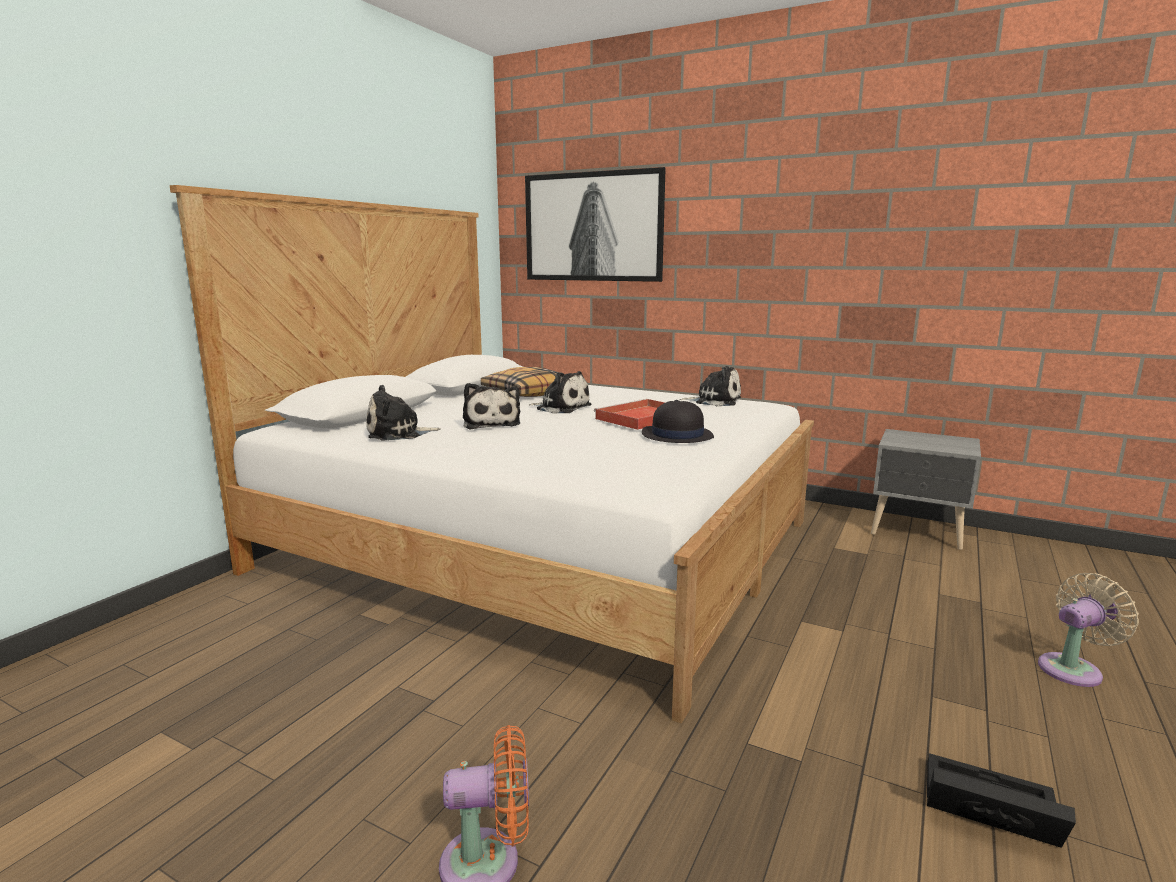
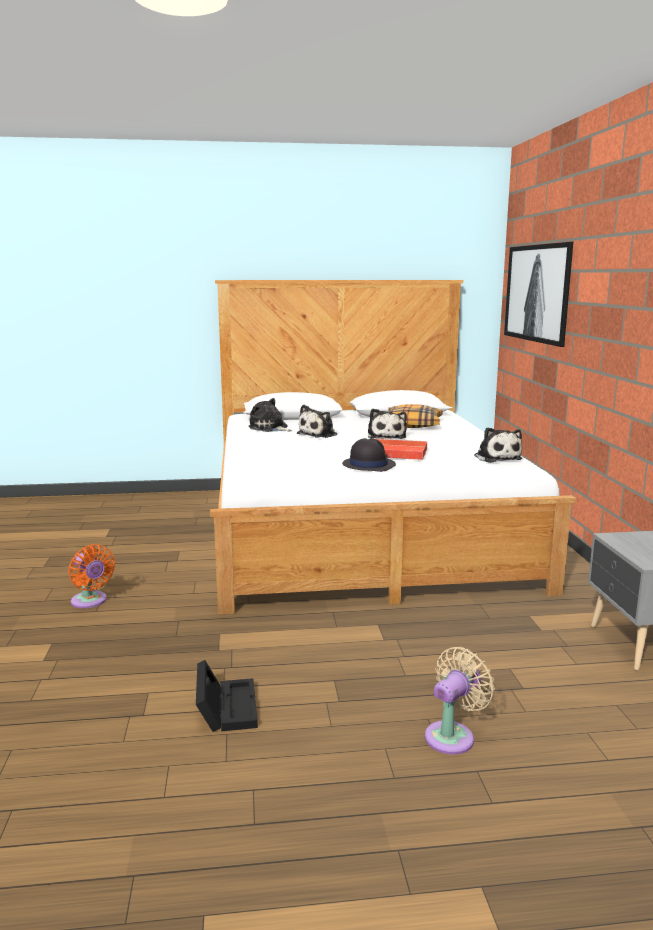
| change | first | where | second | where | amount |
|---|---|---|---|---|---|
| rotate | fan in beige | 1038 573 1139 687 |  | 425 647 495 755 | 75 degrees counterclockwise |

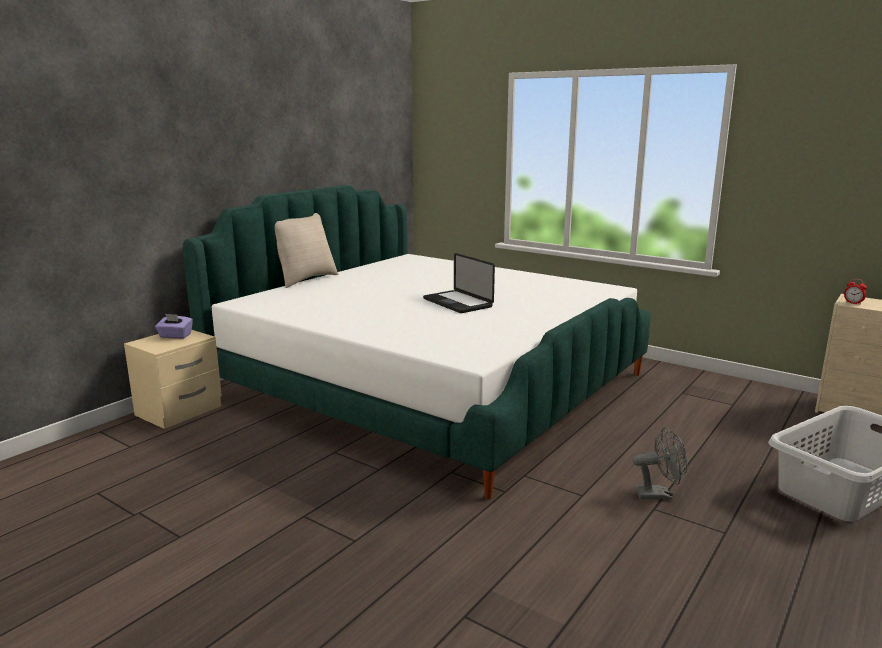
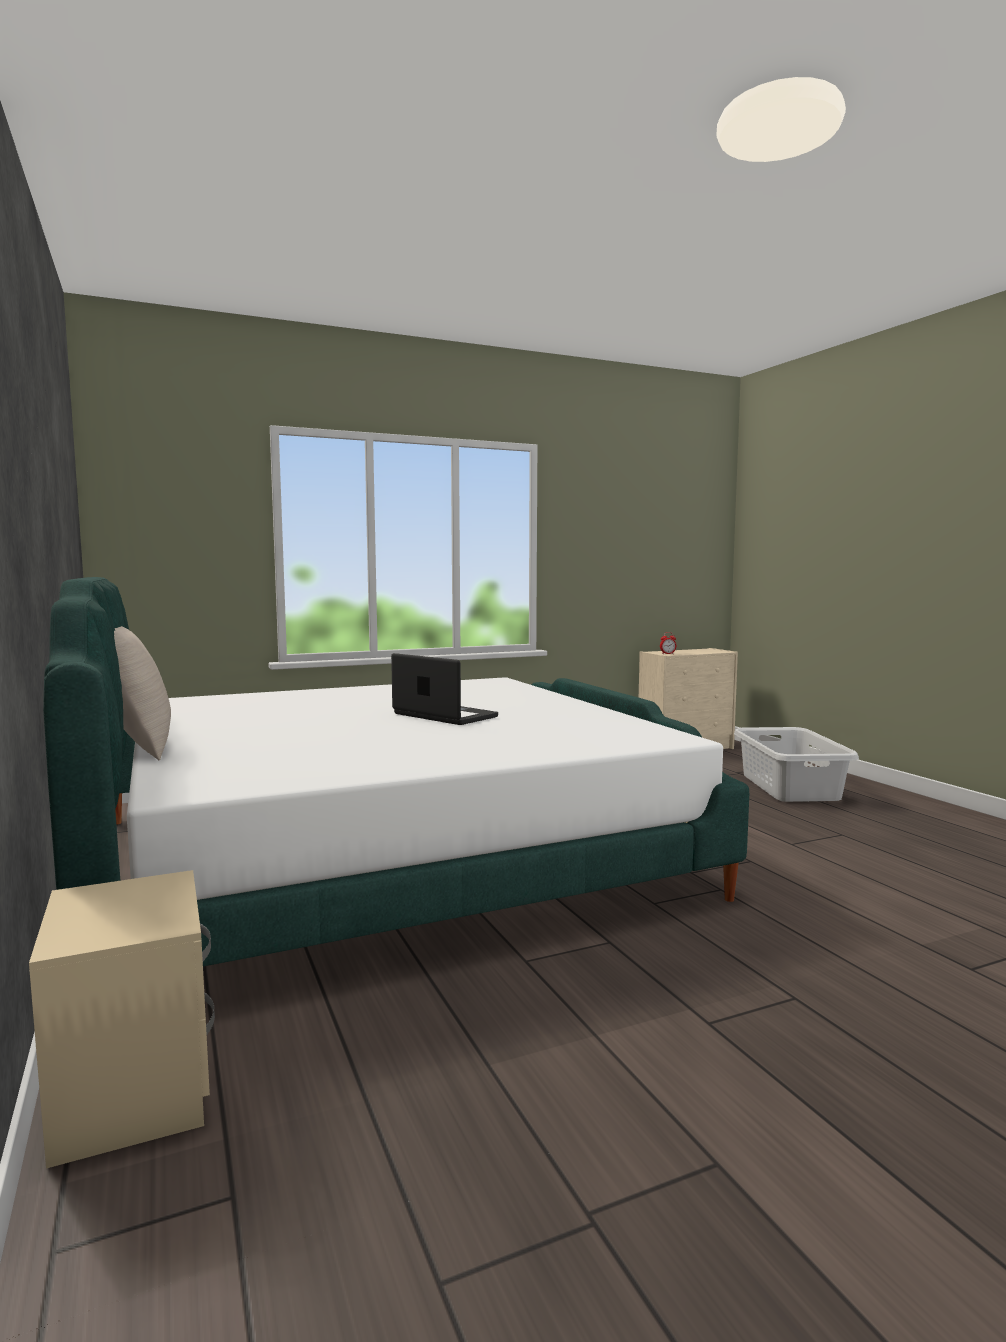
| change | first | where | second | where | amount |
|---|---|---|---|---|---|
| rotate | laptop | 423 253 495 313 |  | 391 653 498 725 | 135 degrees counterclockwise |
| delete | tissue box in purple | 155 314 193 339 |  |  |  |
| delete | fan in grey | 633 427 687 499 |  |  |  |

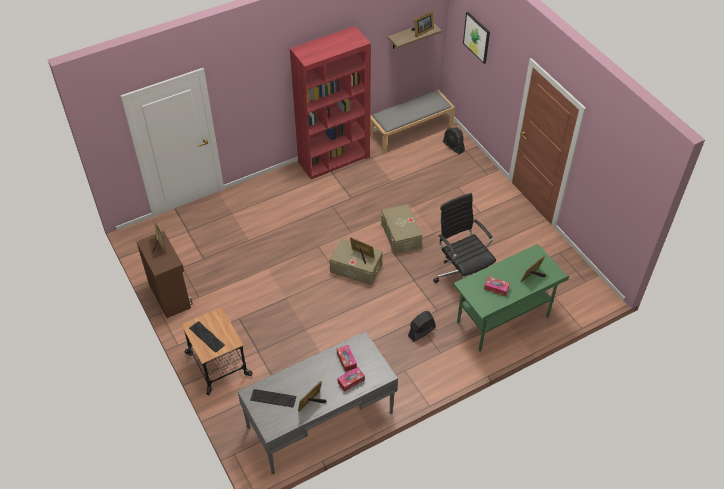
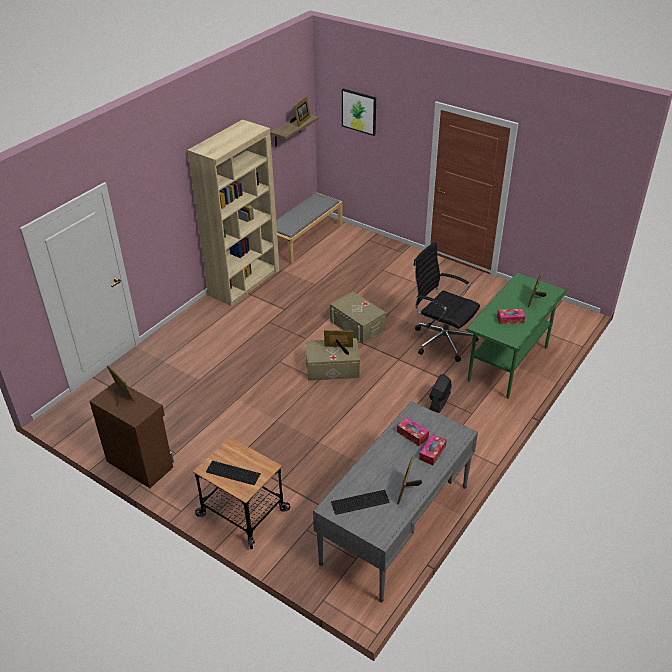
| change | first | where | second | where | amount |
|---|---|---|---|---|---|
| recolor | bookcase in red | 290 26 371 180 | bookcase in beige | 187 119 280 306 |  |
| delete | fan in black | 443 127 465 154 |  |  |  |

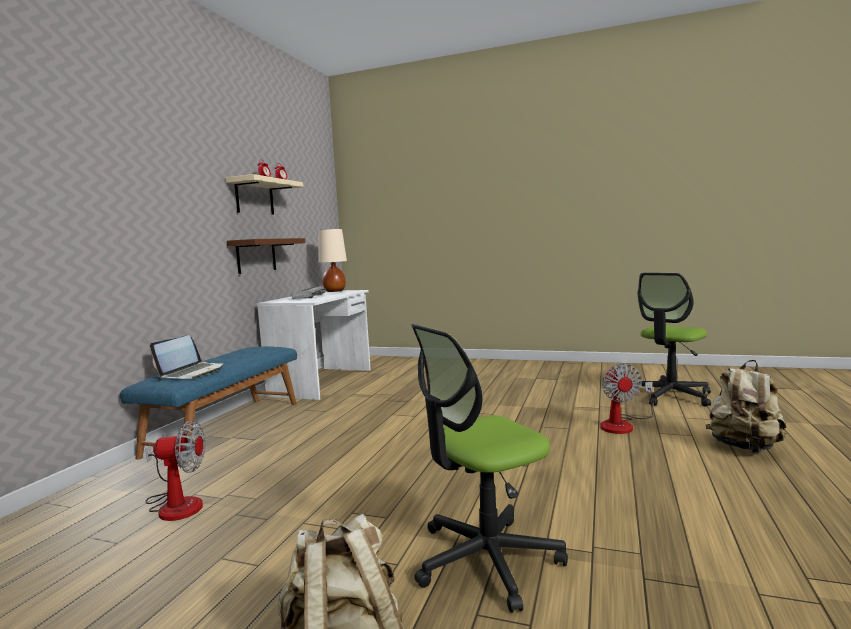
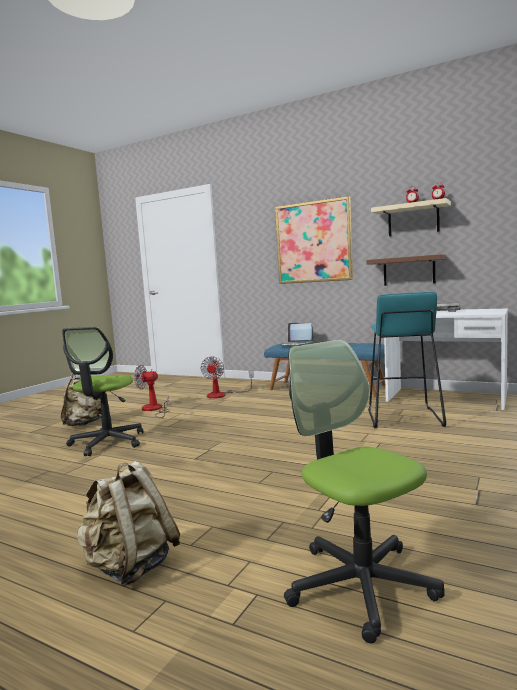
| change | first | where | second | where | amount |
|---|---|---|---|---|---|
| rotate | office chair | 411 324 568 613 |  | 62 327 143 456 | 150 degrees counterclockwise |
| move | fan | 600 363 653 434 |  | 134 365 170 418 |  |
| insert |  |  | picture | 275 196 353 284 |  |
| insert |  |  | stool in turquoise | 368 292 446 428 |  |
| delete | table lamp in beige | 318 229 347 292 |  |  |  |

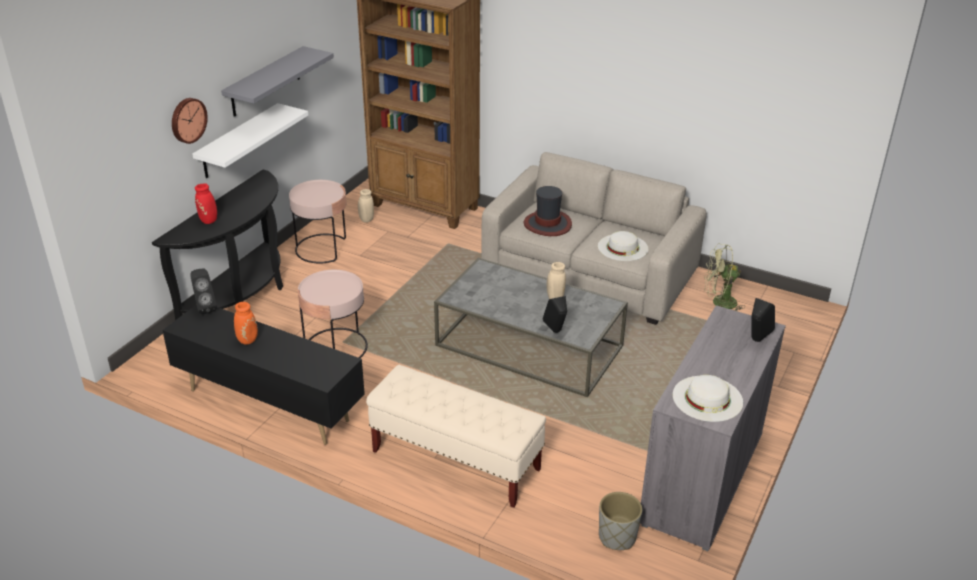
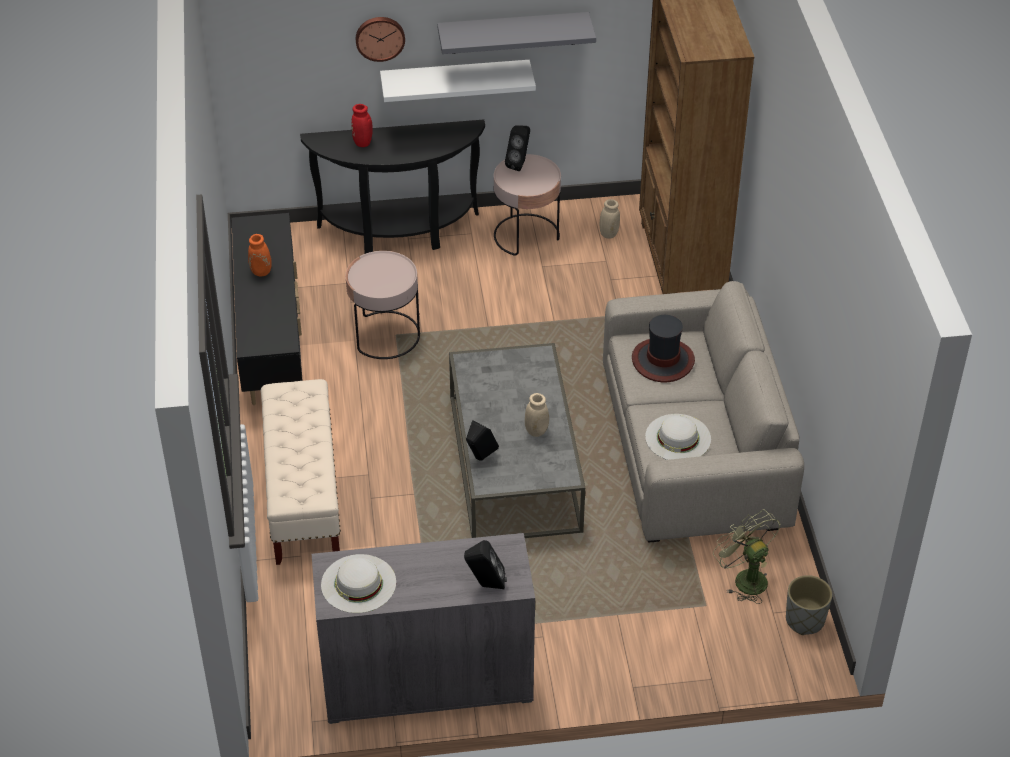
| change | first | where | second | where | amount |
|---|---|---|---|---|---|
| move | speaker in black | 191 268 217 314 |  | 505 125 530 171 |  |
| move | planter in grey | 599 492 642 550 |  | 786 575 832 635 |  |

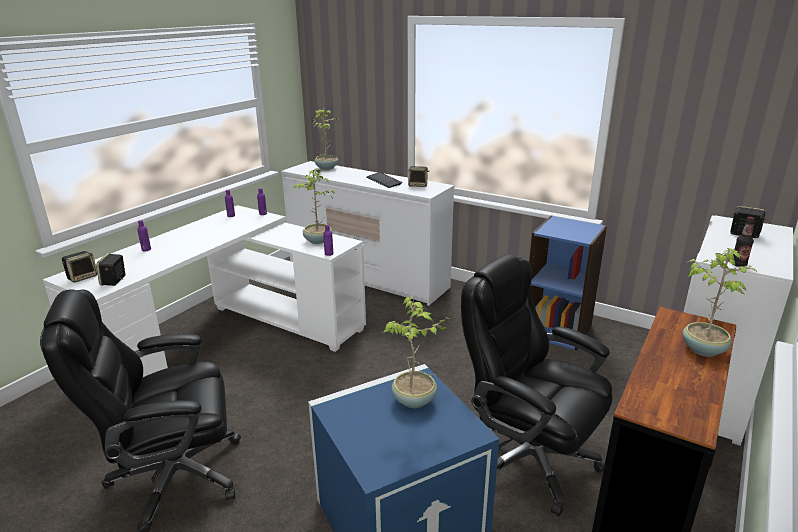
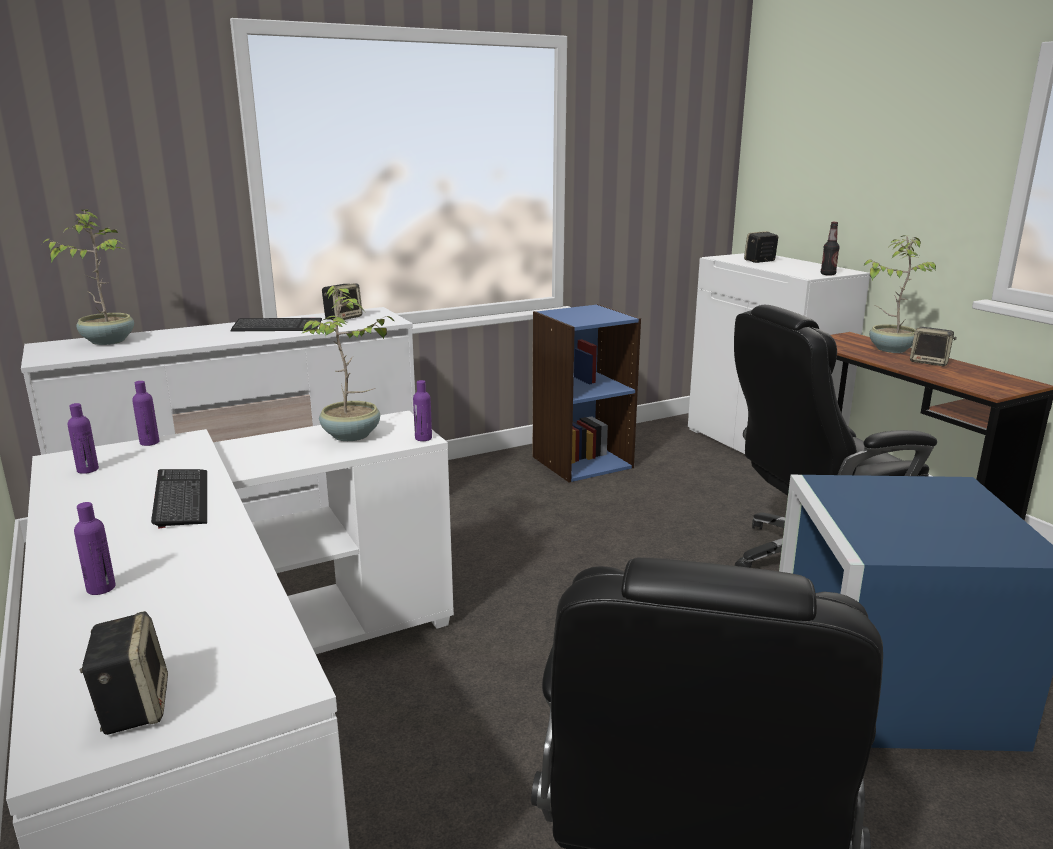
| change | first | where | second | where | amount |
|---|---|---|---|---|---|
| insert |  |  | keyboard | 151 469 207 529 |  |
| move | speaker | 96 253 126 286 |  | 910 327 957 366 |  |
| delete | potted plant | 383 296 450 408 |  |  |  |

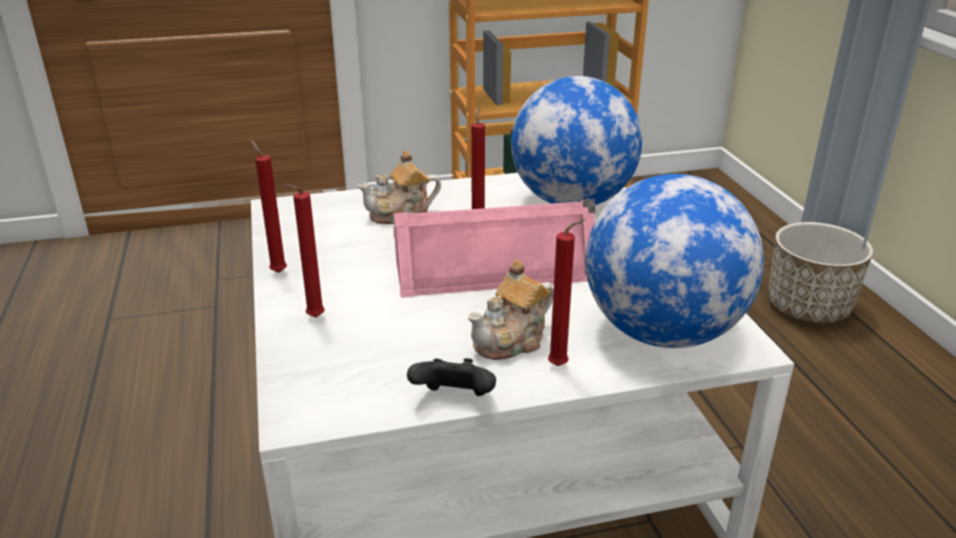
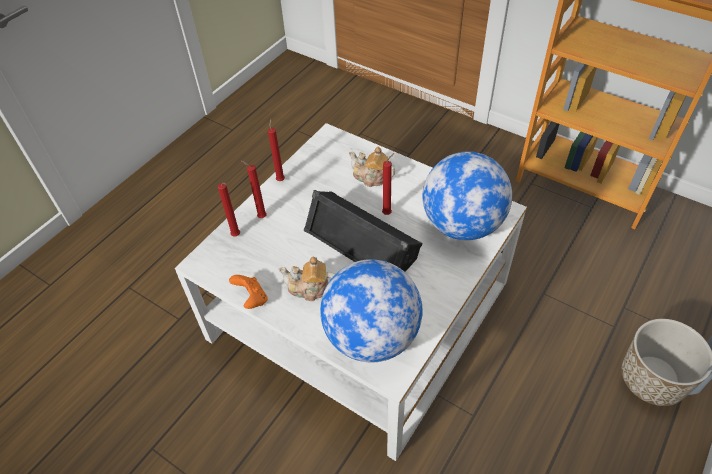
| change | first | where | second | where | amount |
|---|---|---|---|---|---|
| move | candle in red | 548 219 586 366 |  | 218 182 240 236 |  |
| recolor | game controller in black | 407 358 496 396 | game controller in orange | 229 275 268 309 |  |
| recolor | speaker in pink | 393 199 596 298 | speaker in black | 304 190 422 272 |  |

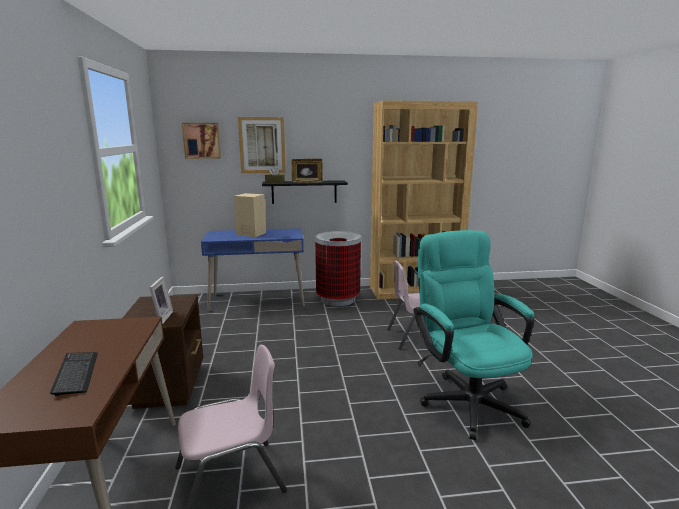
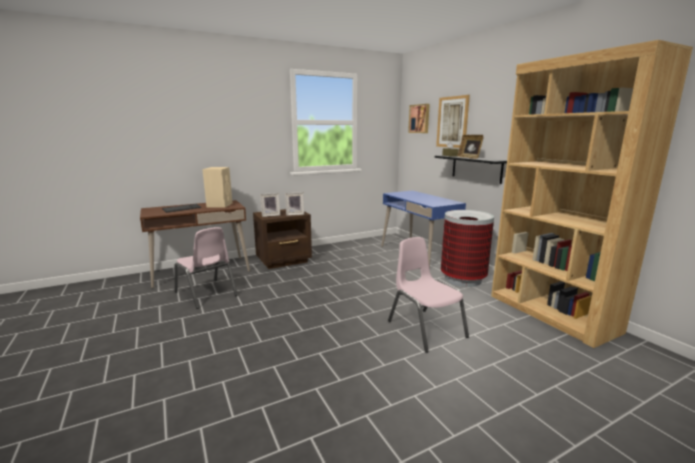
| change | first | where | second | where | amount |
|---|---|---|---|---|---|
| move | speaker in beige | 234 193 266 237 |  | 202 167 232 208 |  |
| insert |  |  | picture frame | 285 192 304 216 |  |
| delete | office chair in turquoise | 414 230 534 440 |  |  |  |

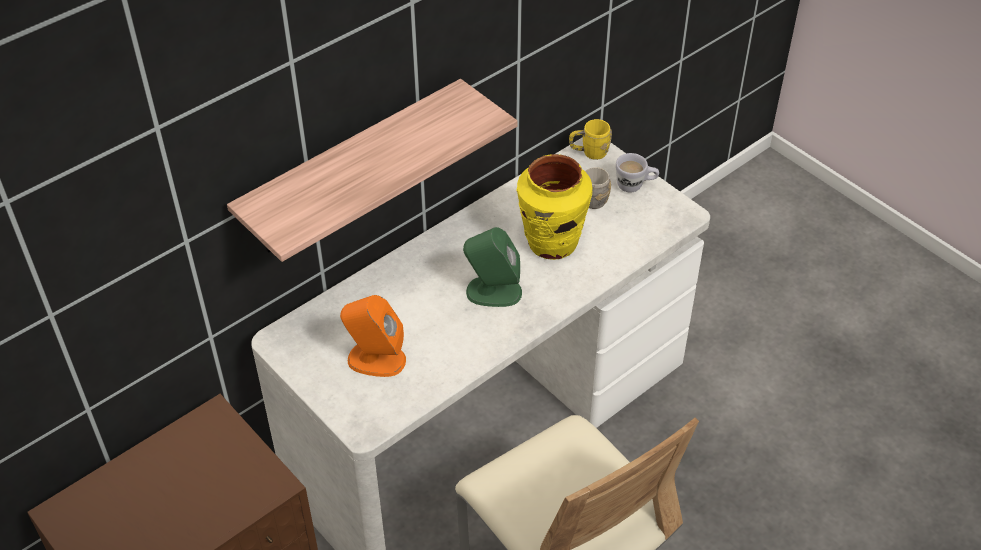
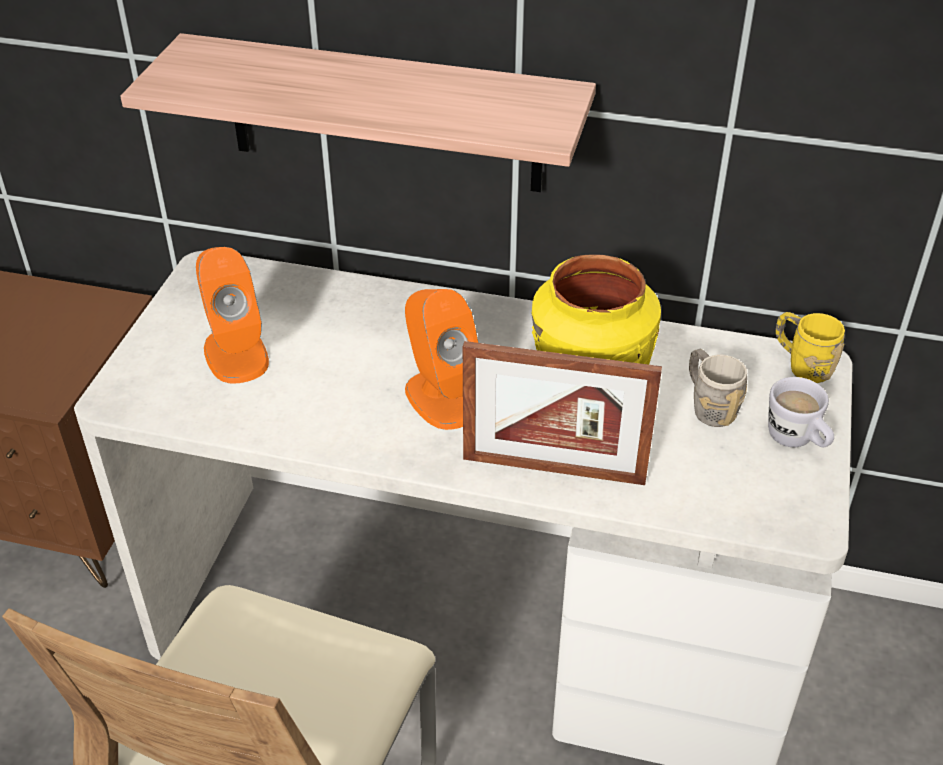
| change | first | where | second | where | amount |
|---|---|---|---|---|---|
| recolor | speaker in green | 463 227 522 307 | speaker in orange | 405 289 479 430 |  |
| insert |  |  | picture frame | 463 341 662 485 |  |

